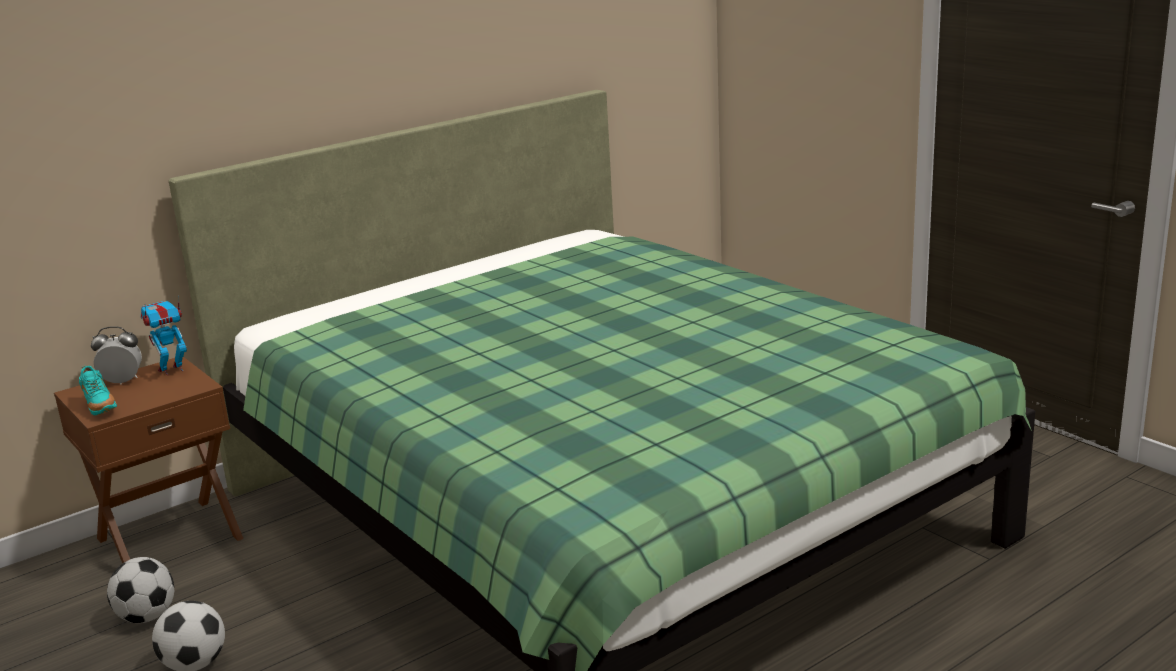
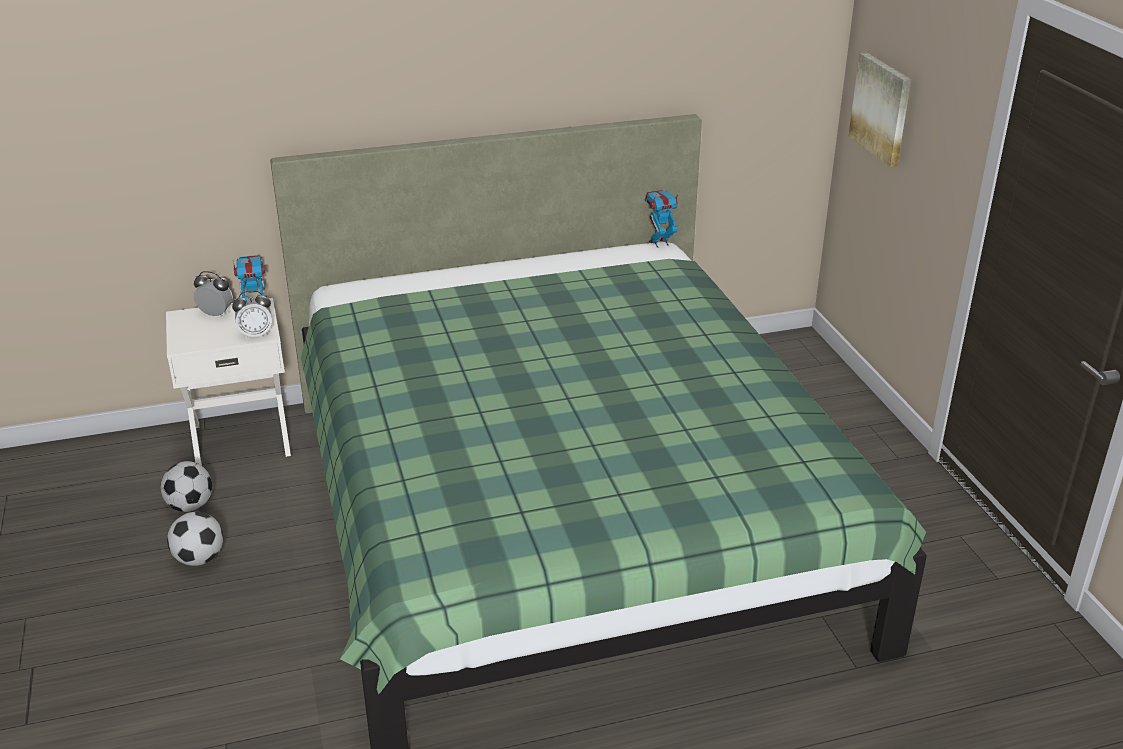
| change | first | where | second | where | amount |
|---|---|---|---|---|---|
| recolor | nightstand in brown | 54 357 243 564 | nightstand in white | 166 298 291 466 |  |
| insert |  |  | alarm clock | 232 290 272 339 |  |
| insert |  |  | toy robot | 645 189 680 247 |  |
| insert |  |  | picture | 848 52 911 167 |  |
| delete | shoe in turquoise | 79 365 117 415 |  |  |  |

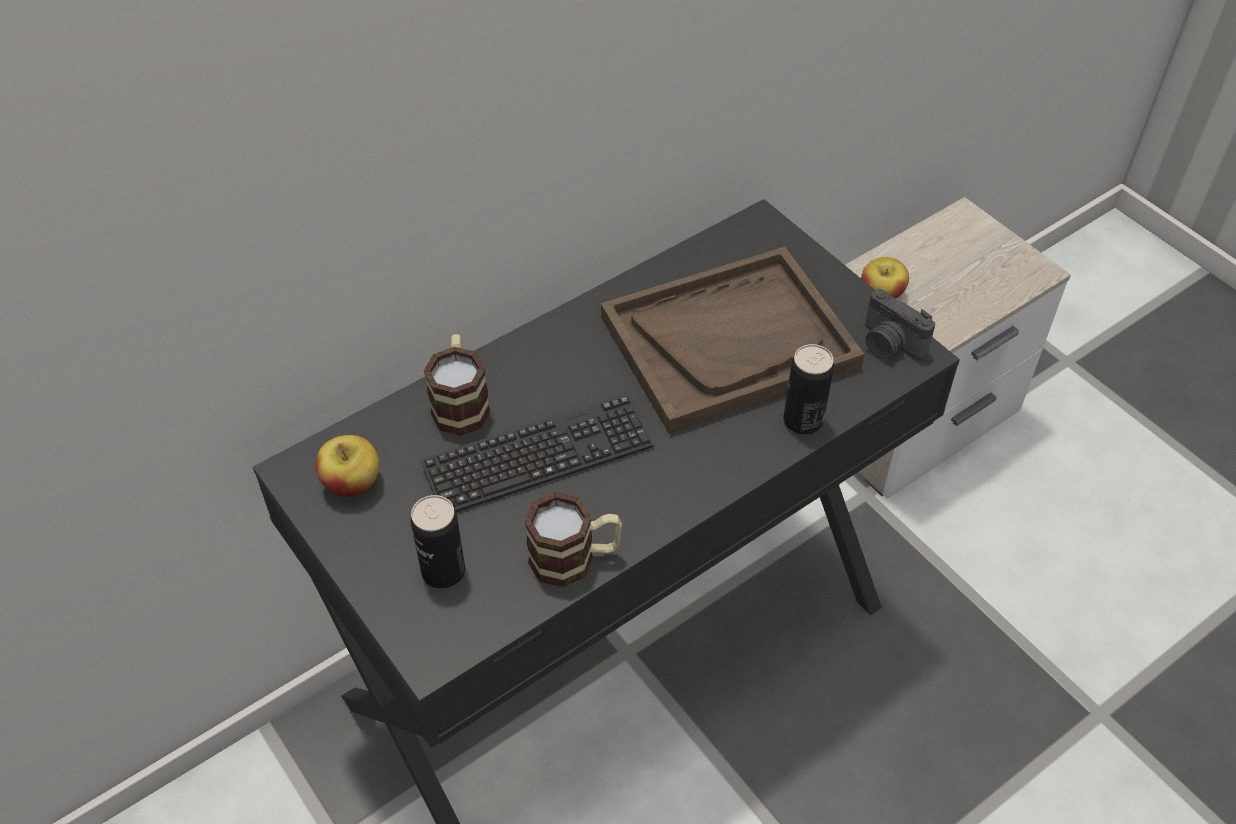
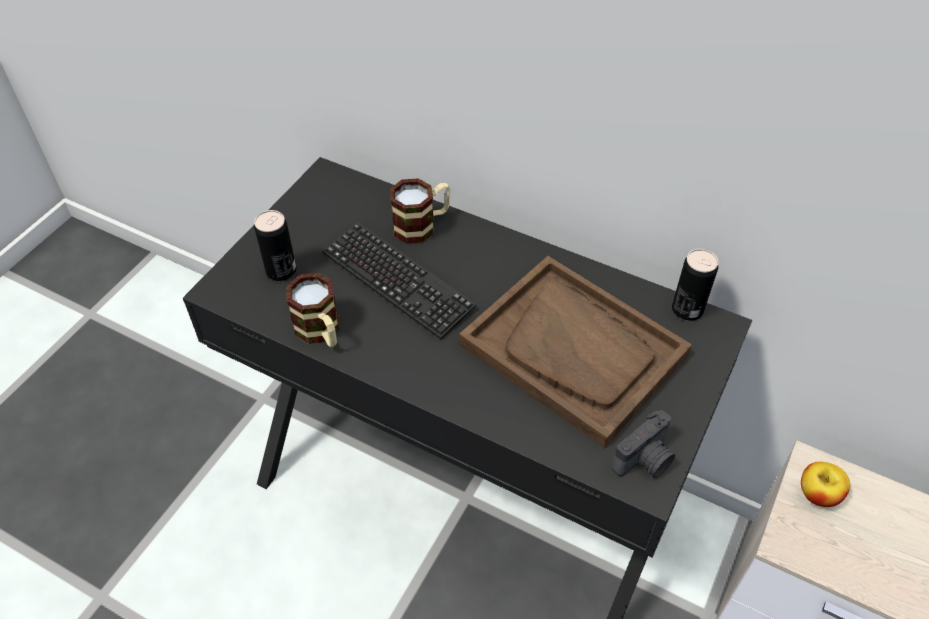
| change | first | where | second | where | amount |
|---|---|---|---|---|---|
| rotate | photo camera | 865 289 935 360 |  | 612 410 675 478 | 150 degrees counterclockwise |
| move | can | 784 344 834 435 |  | 672 249 719 321 |  |
| delete | apple | 316 435 379 497 |  |  |  |

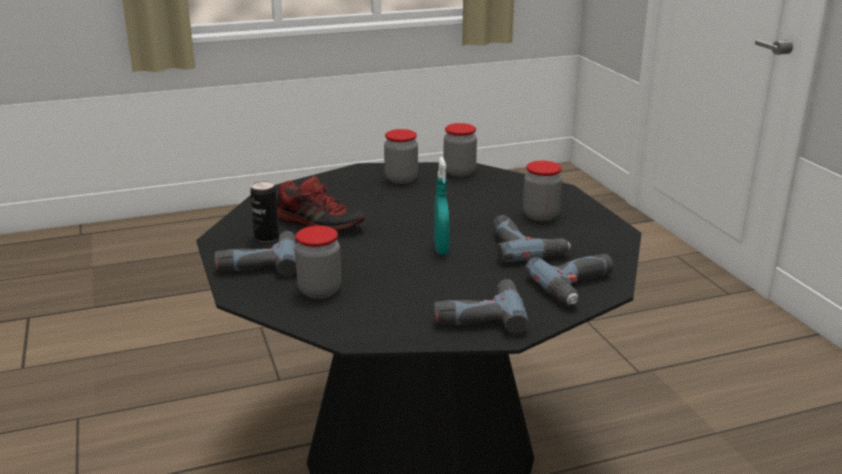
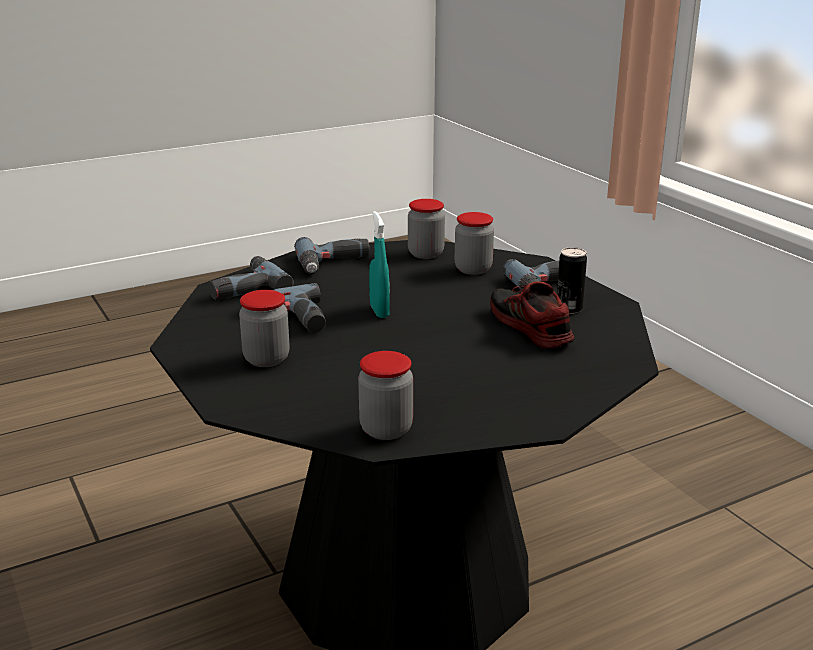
| change | first | where | second | where | amount |
|---|---|---|---|---|---|
| move | jar | 384 129 418 184 |  | 408 199 445 259 |  |
| rotate | shoe | 277 176 365 231 |  | 490 282 575 349 | 45 degrees clockwise |

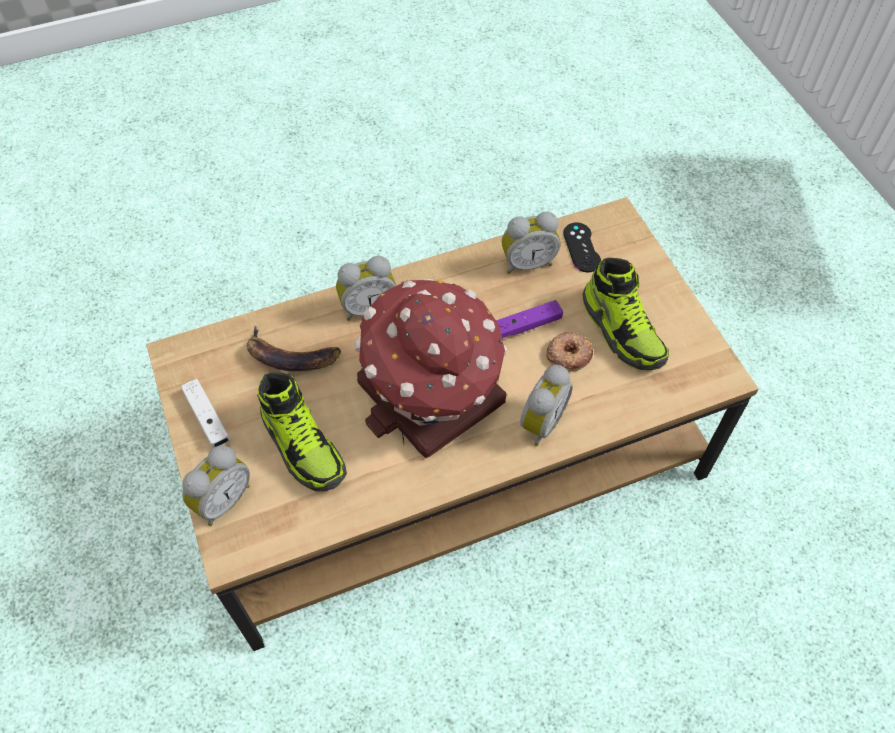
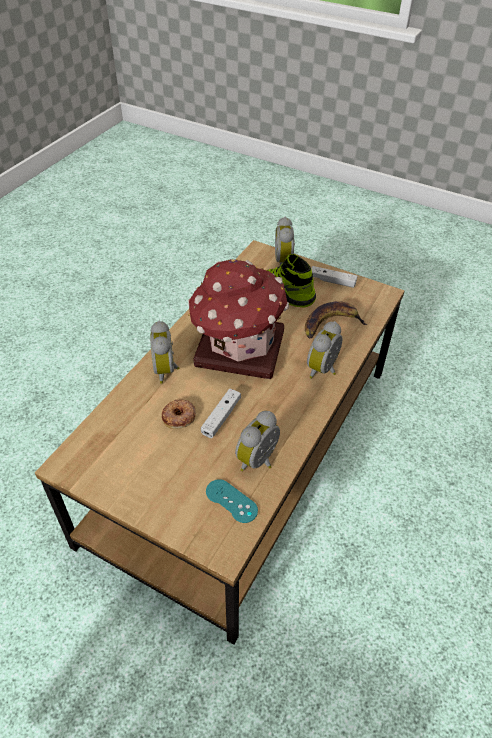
| change | first | where | second | where | amount |
|---|---|---|---|---|---|
| recolor | game controller in purple | 496 300 563 338 | game controller in white | 201 389 241 438 |  |
| recolor | game controller in black | 563 222 601 272 | game controller in turquoise | 206 479 258 523 |  |
| delete | shoe | 582 258 669 371 |  |  |  |

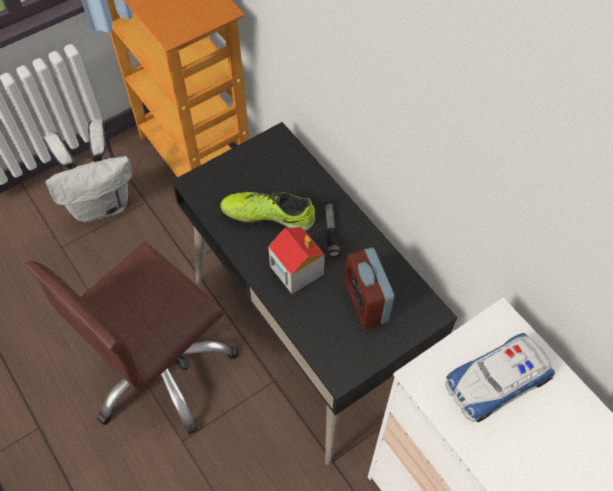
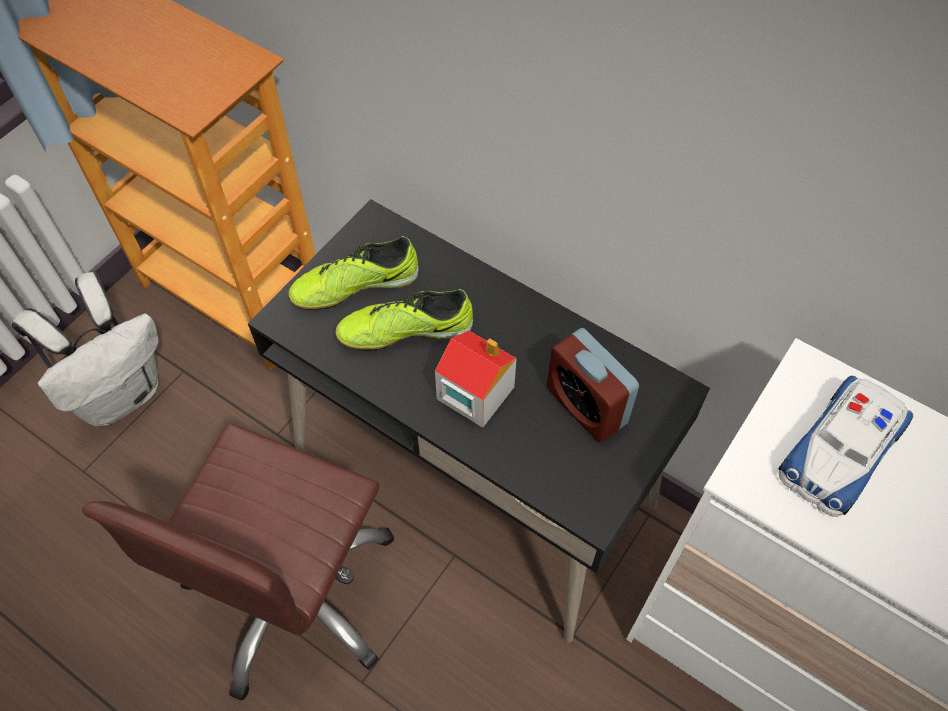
| change | first | where | second | where | amount |
|---|---|---|---|---|---|
| insert |  |  | shoe | 289 236 419 310 |  |
| delete | flashlight | 325 202 340 258 |  |  |  |

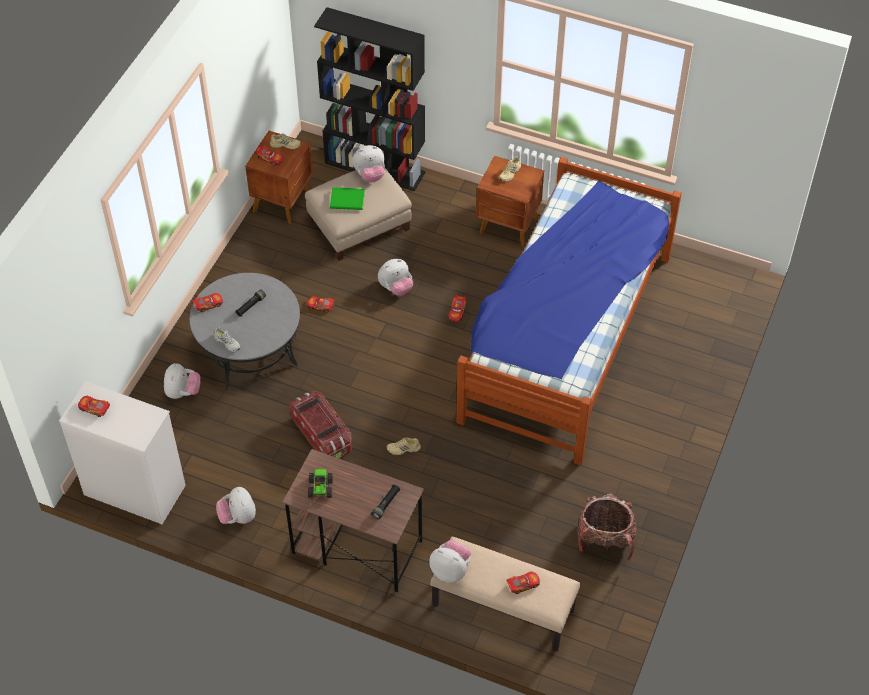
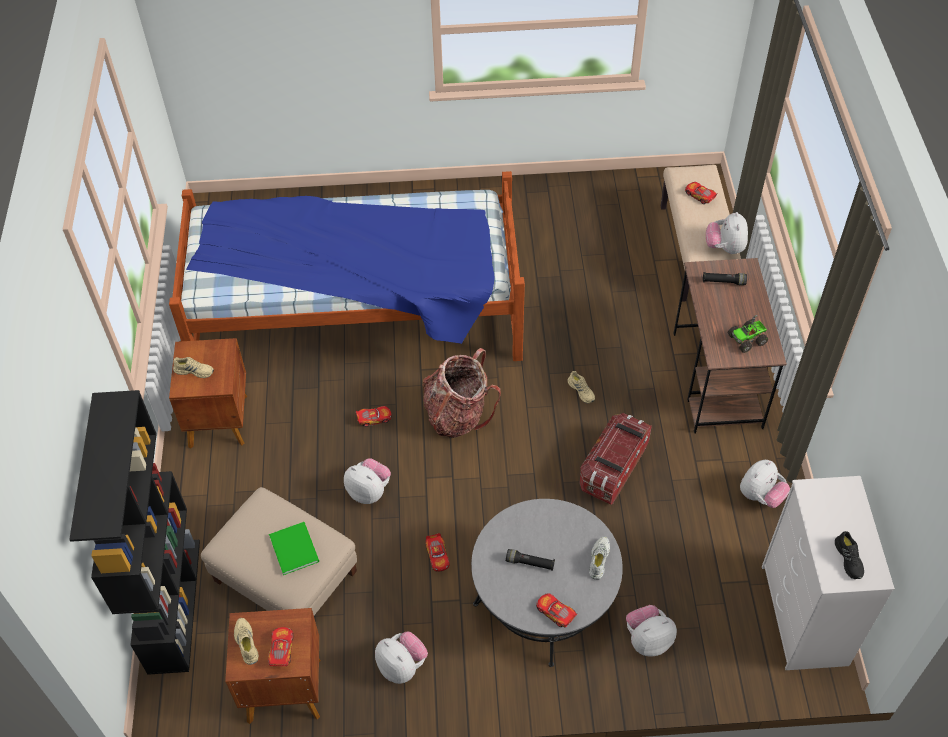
| change | first | where | second | where | amount |
|---|---|---|---|---|---|
| move | plush toy | 352 145 385 182 |  | 375 631 428 684 |  |
| move | backpack | 577 493 637 561 |  | 423 348 501 438 |  |
| replace | toy car | 78 396 110 417 | shoe in black | 835 531 864 579 |  |

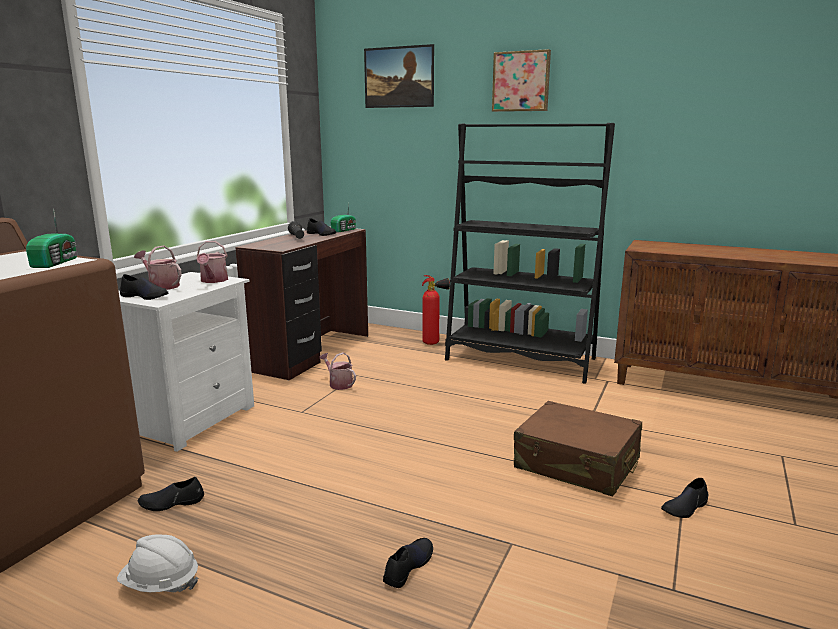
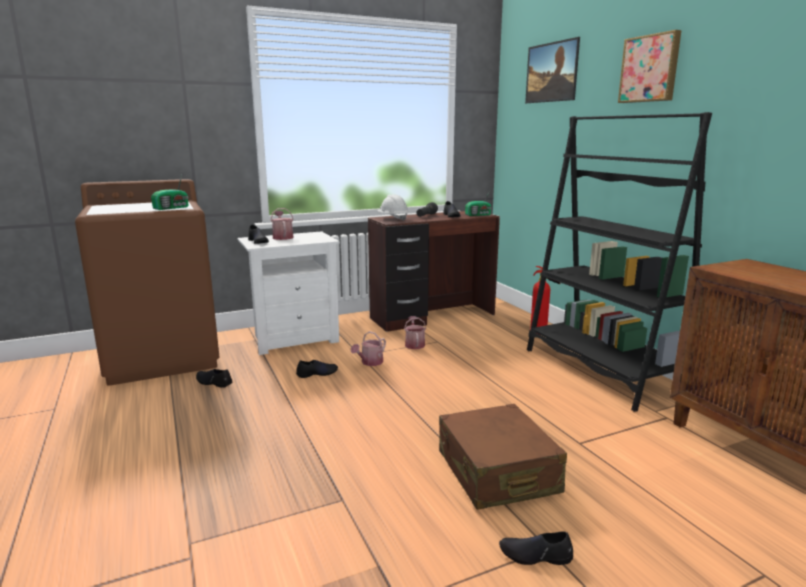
| change | first | where | second | where | amount |
|---|---|---|---|---|---|
| move | shoe in black | 383 538 433 588 |  | 296 360 338 378 |  |
| move | watering can | 196 241 228 283 |  | 351 331 386 366 |  |
| move | hard hat in white | 117 534 198 592 |  | 377 194 409 221 |  |

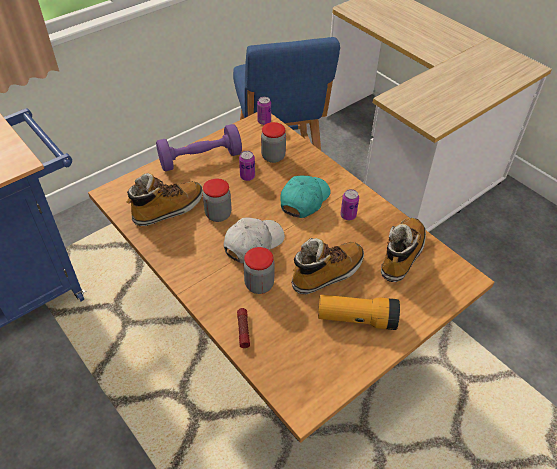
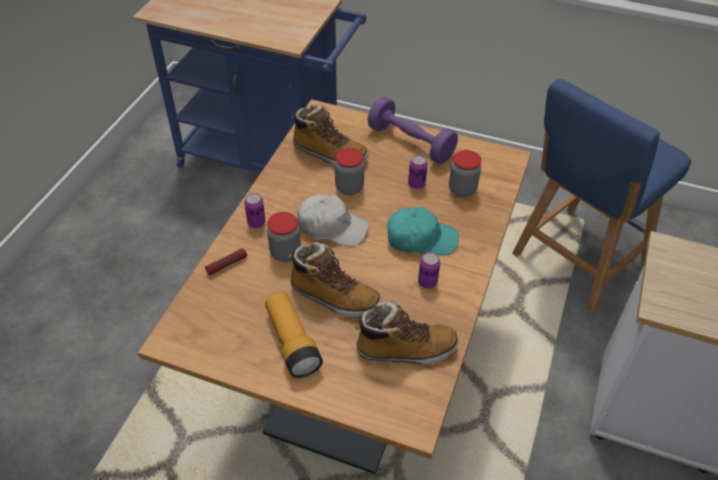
| change | first | where | second | where | amount |
|---|---|---|---|---|---|
| move | can | 257 97 271 125 |  | 244 193 266 228 |  |

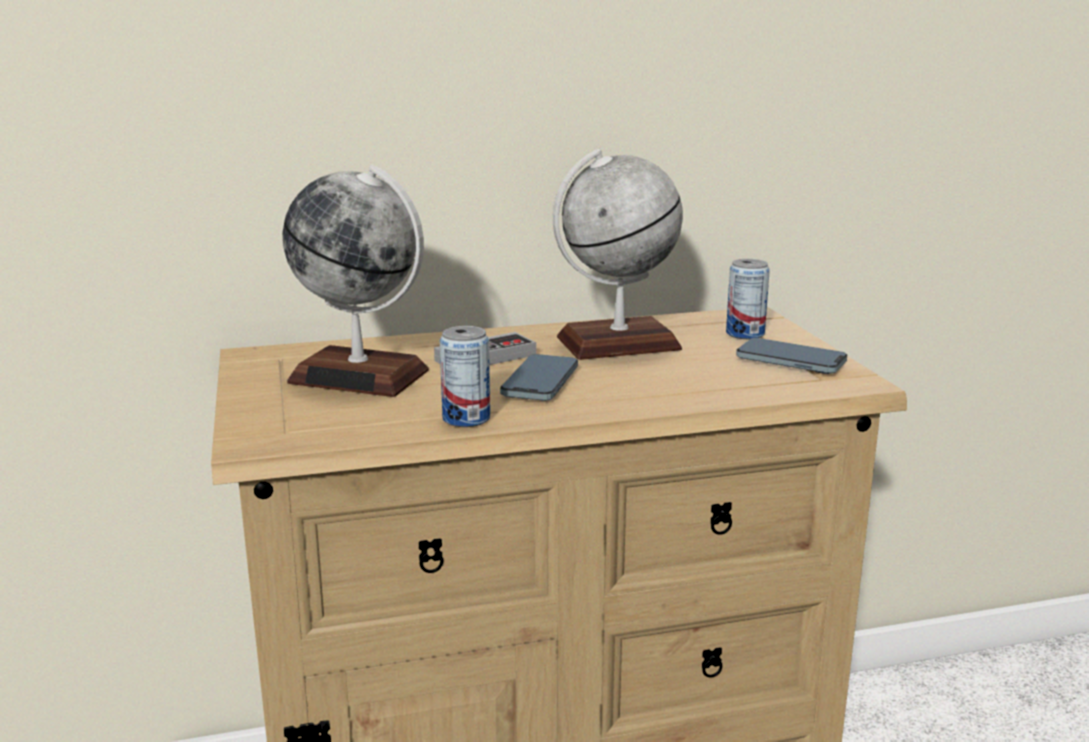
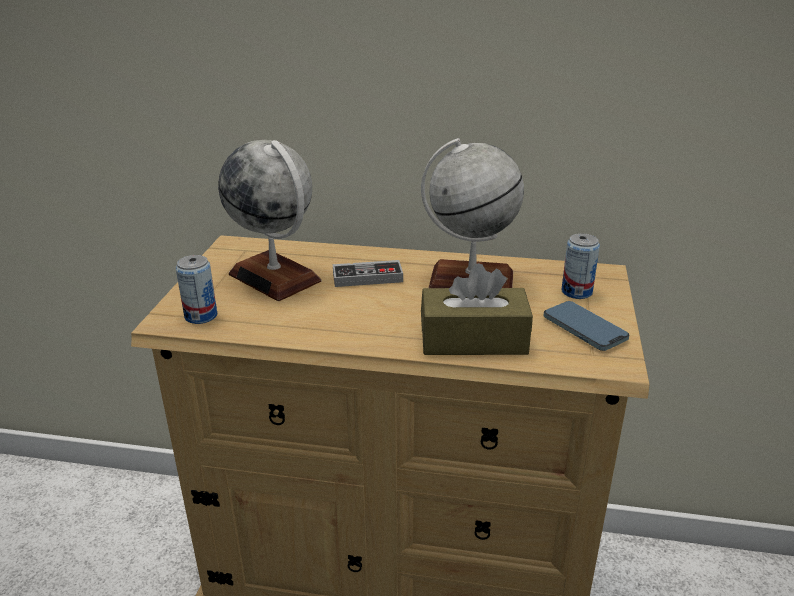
| change | first | where | second | where | amount |
|---|---|---|---|---|---|
| move | can | 440 326 490 427 |  | 176 255 217 324 |  |
| insert |  |  | tissue box in brown | 421 263 533 355 |  |
| delete | phone | 500 354 578 401 |  |  |  |

